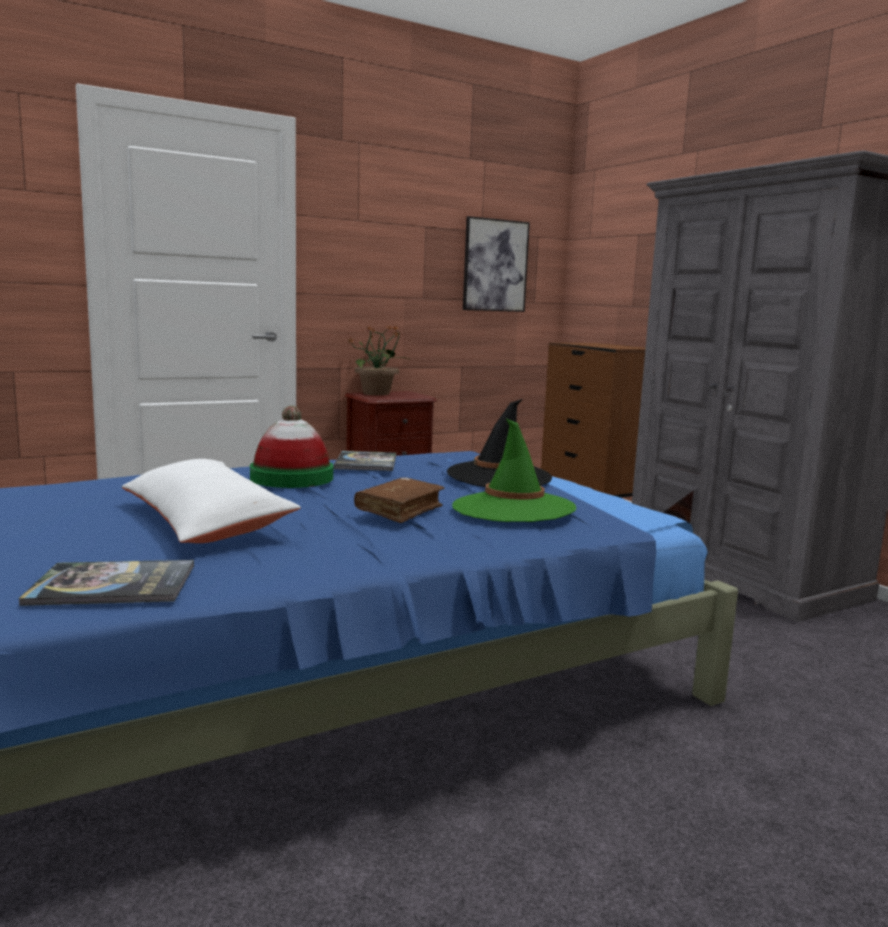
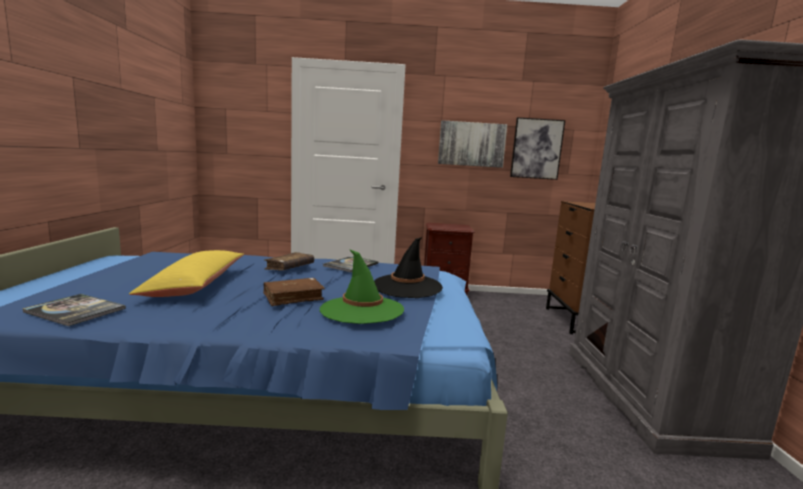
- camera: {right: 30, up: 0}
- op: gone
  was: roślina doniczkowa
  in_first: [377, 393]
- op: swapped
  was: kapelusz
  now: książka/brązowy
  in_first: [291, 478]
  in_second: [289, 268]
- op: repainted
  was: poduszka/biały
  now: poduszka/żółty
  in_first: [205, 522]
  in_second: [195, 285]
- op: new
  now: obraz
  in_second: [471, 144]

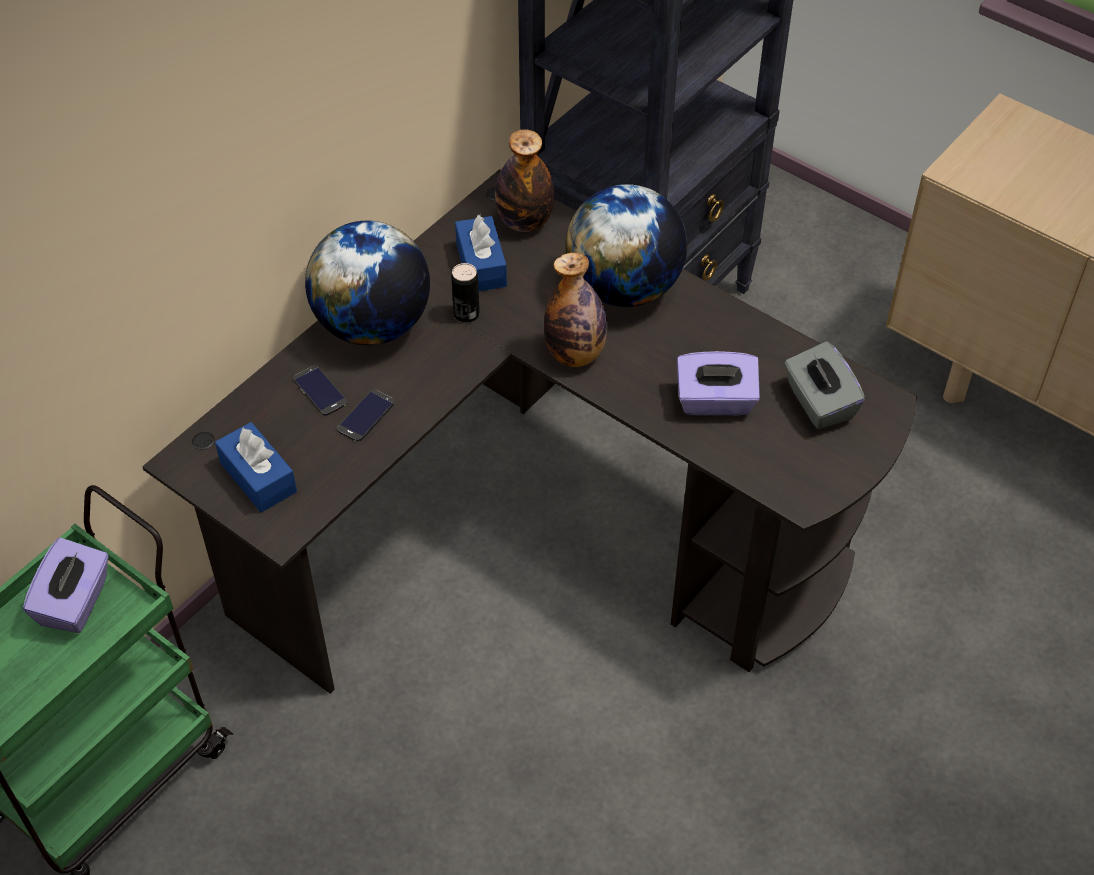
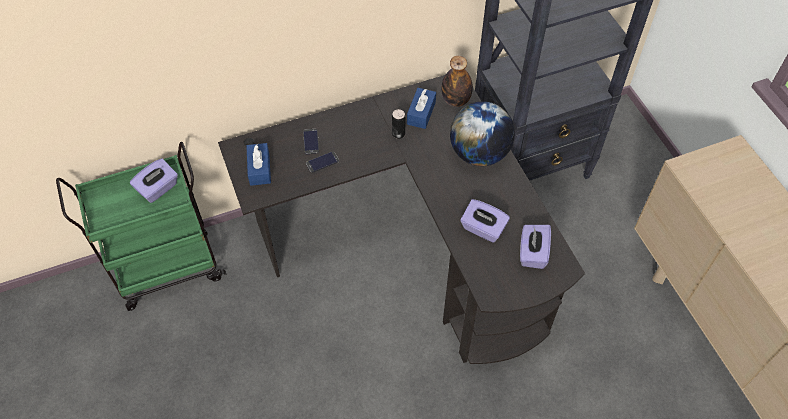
- camera: {right: 30, up: 5}
- op: gone
  was: globus
  in_first: [373, 325]
- op: gone
  was: butelka
  in_first: [575, 354]
- op: repainted
  was: pudełko chusteczek/szary
  now: pudełko chusteczek/fioletowy
  in_first: [819, 403]
  in_second: [532, 253]

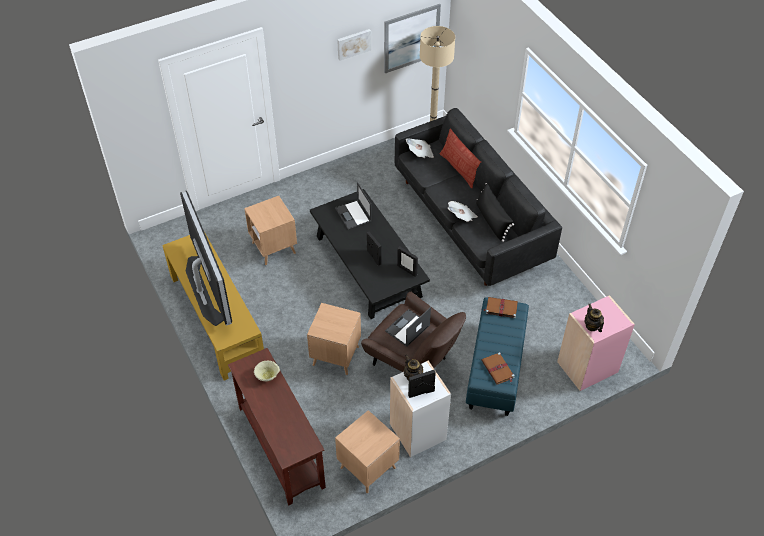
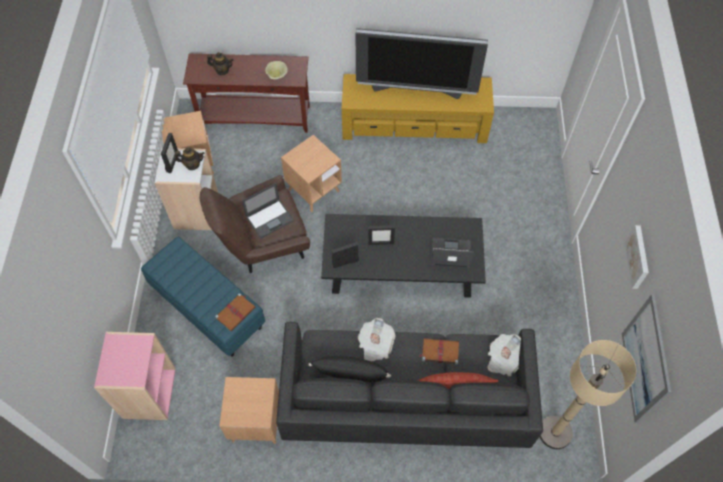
- camera: {right: 120, up: 10}
- op: shifted
  was: stolik/brązowy
  in_first: [273, 248]
  in_second: [256, 422]
- op: shifted
  was: imbryk
  in_first: [592, 326]
  in_second: [222, 70]
- op: rotated
  was: laptop
  in_first: [407, 328]
  in_second: [270, 218]
  clockwise: 75
- op: shifted
  was: książka/brązowy
  in_first: [498, 370]
  in_second: [439, 351]

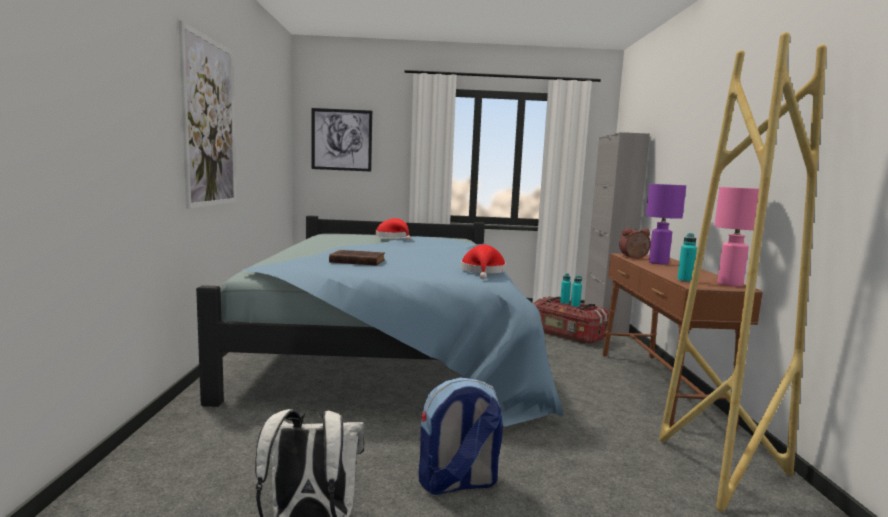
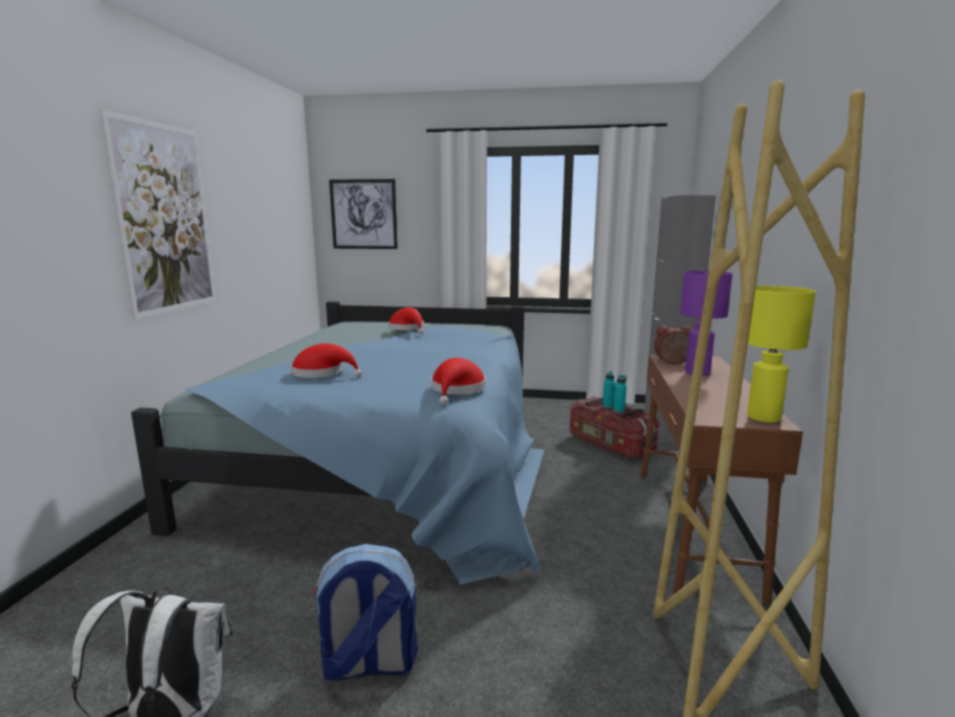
- camera: {right: 10, up: 5}
- op: repainted
  was: lampa stołowa/różowy
  now: lampa stołowa/żółty
  in_first: [730, 284]
  in_second: [764, 417]
- op: gone
  was: butelka/turkusowy
  in_first: [684, 281]
- op: swapped
  was: książka/brązowy
  now: kapelusz/czerwony
  in_first: [356, 261]
  in_second: [322, 373]

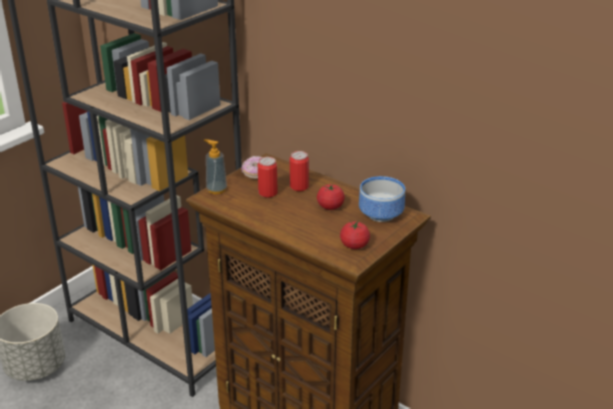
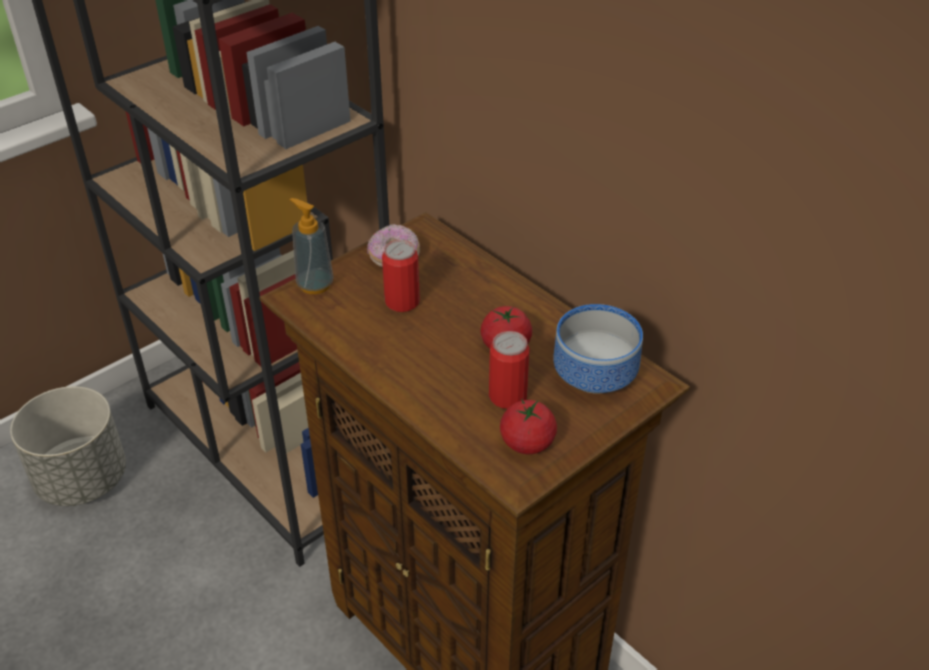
- camera: {right: 10, up: 10}
- op: shifted
  was: puszka
  in_first: [299, 186]
  in_second: [508, 396]

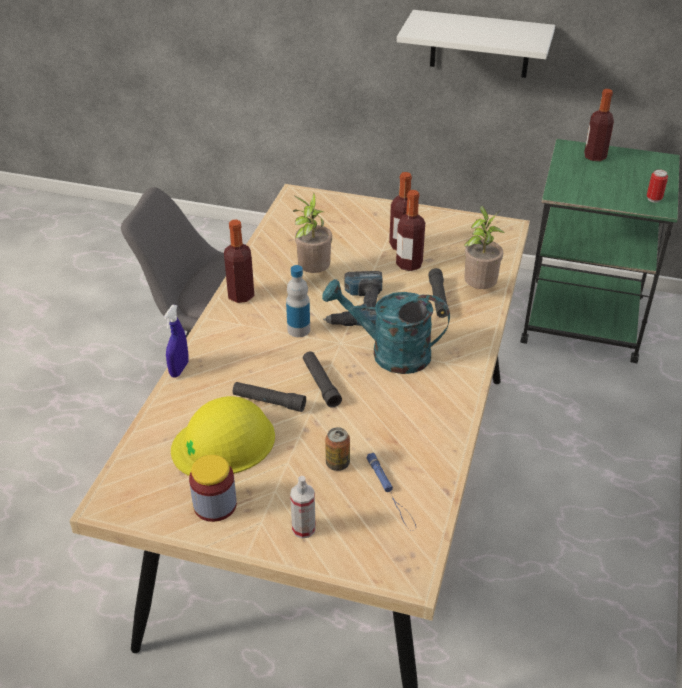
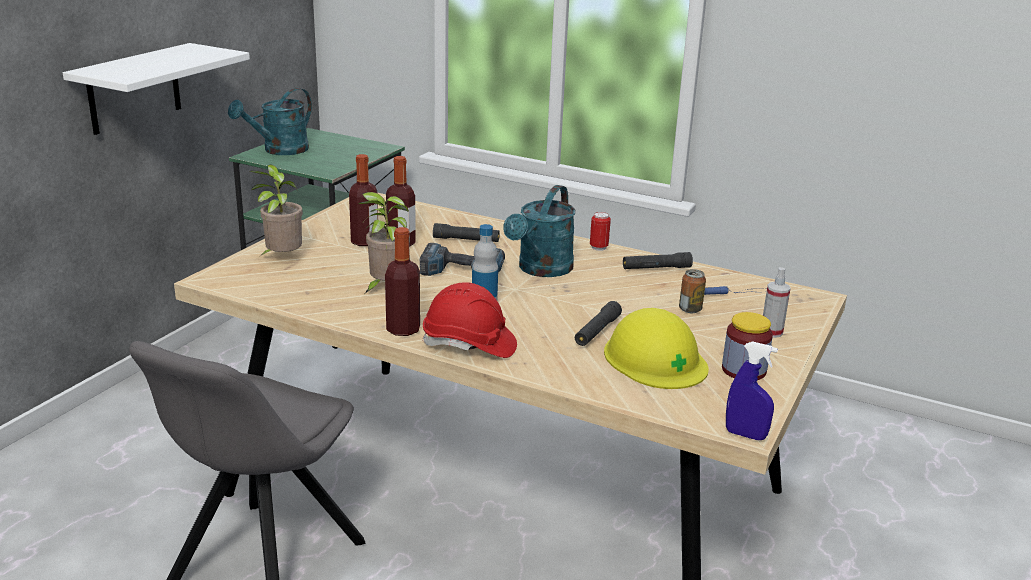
- camera: {right: -80, up: -15}
- op: swapped
  was: butelka
  now: konewka/turkusowy
  in_first: [594, 156]
  in_second: [279, 151]
- op: shifted
  was: puszka
  in_first: [654, 199]
  in_second: [598, 247]
- op: shifted
  was: roślina doniczkowa
  in_first: [479, 289]
  in_second: [282, 259]
- op: shifted
  was: spryskiwacz/niebieski
  in_first: [179, 369]
  in_second: [745, 435]
- op: shifted
  was: latarka/czarny
  in_first: [321, 384]
  in_second: [656, 268]
- op: new
  now: kask/czerwony
  in_second: [469, 345]

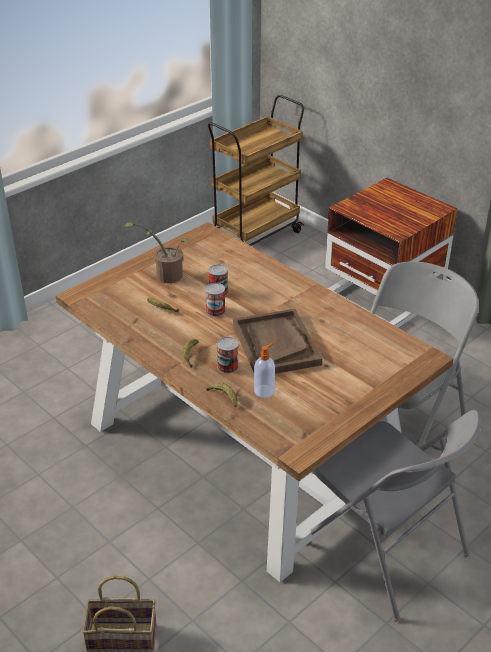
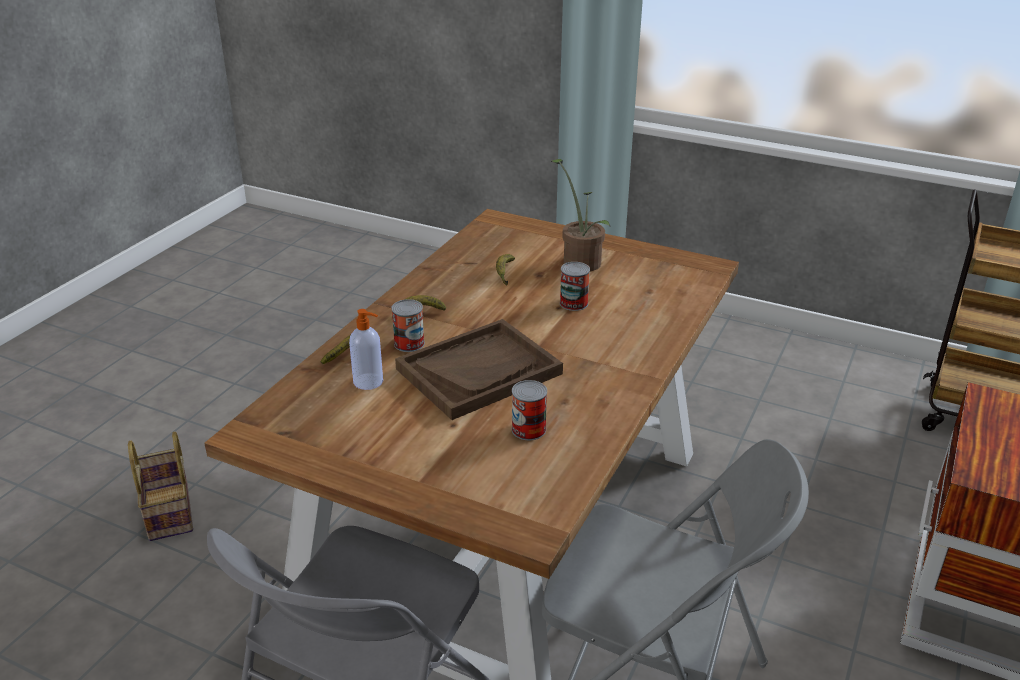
- camera: {right: 70, up: -5}
- op: shifted
  was: puszka
  in_first: [215, 310]
  in_second: [528, 429]

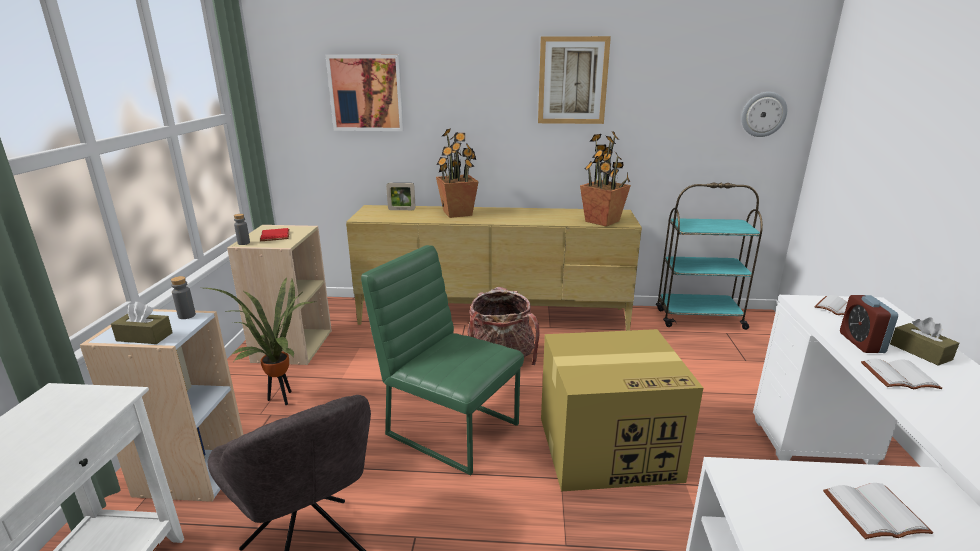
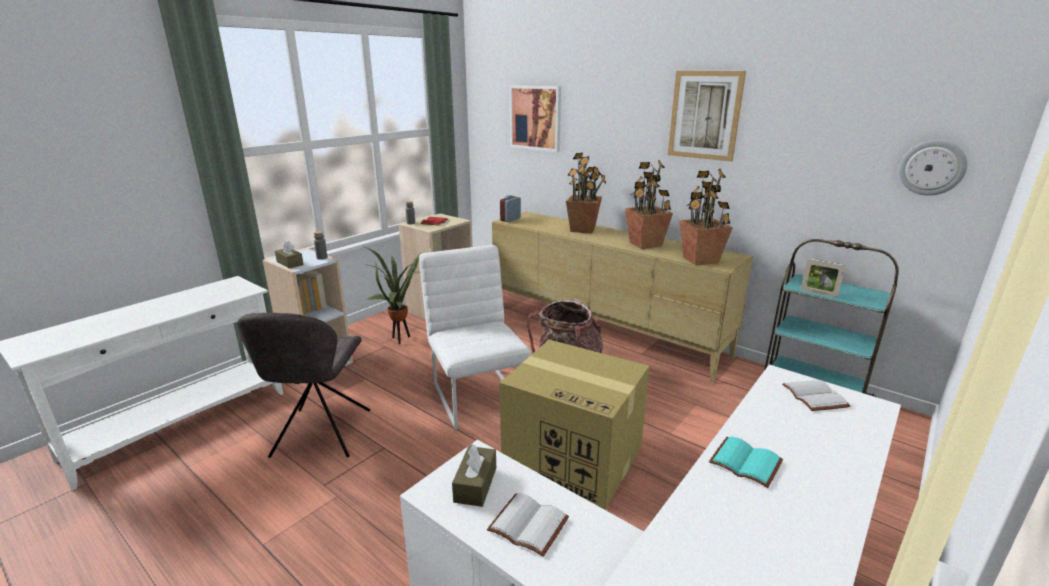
- camera: {right: 35, up: 0}
- op: shifted
  was: ramka na zdjęcie
  in_first: [401, 209]
  in_second: [818, 293]
- op: repainted
  was: krzesło/zielony
  now: krzesło/biały
  in_first: [450, 427]
  in_second: [477, 395]
- op: shifted
  was: budzik
  in_first: [861, 343]
  in_second: [510, 219]
- op: shifted
  was: pudełko chusteczek/brązowy
  in_first: [920, 352]
  in_second: [475, 484]
- op: repainted
  was: książka/biały
  now: książka/turkusowy
  in_first: [899, 375]
  in_second: [747, 462]
- op: new
  now: roślina doniczkowa
  in_second: [645, 244]

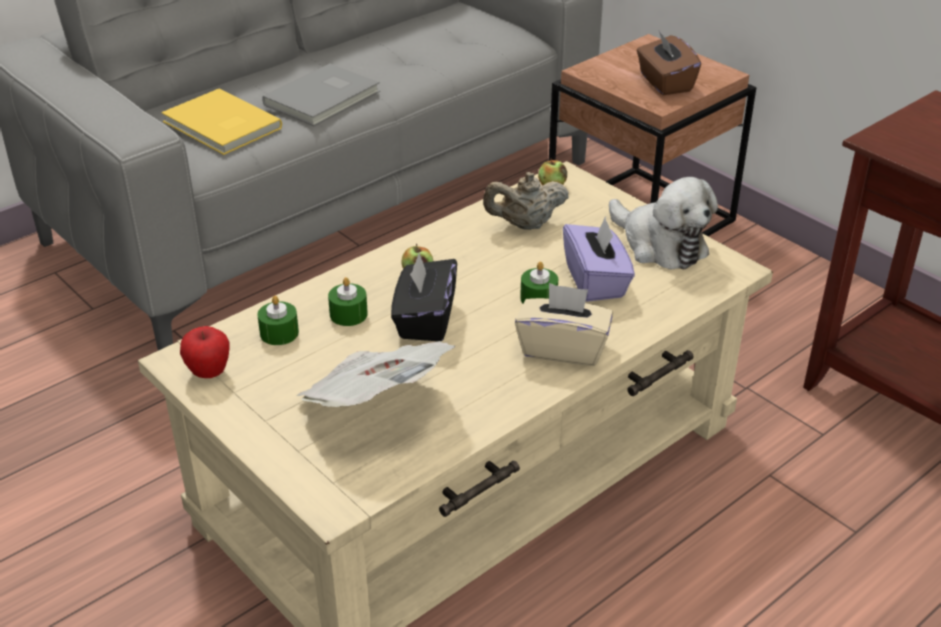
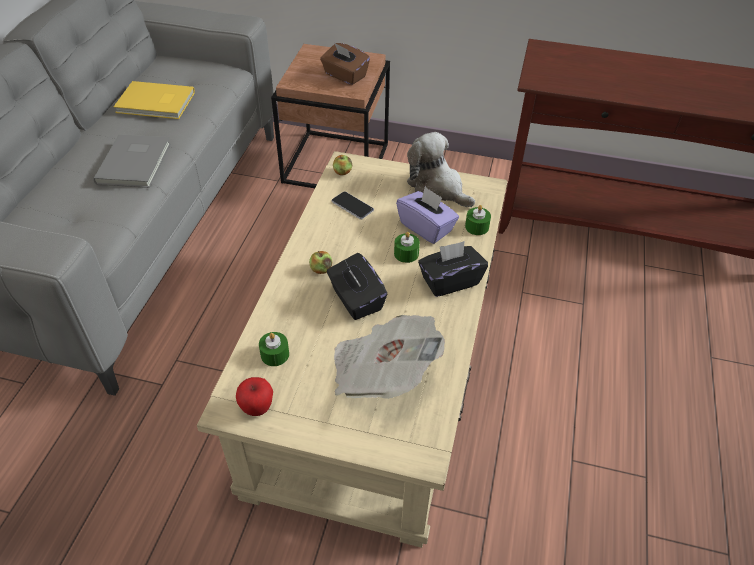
- camera: {right: -35, up: 10}
- op: shifted
  was: książka/żółty
  in_first: [221, 126]
  in_second: [156, 103]
- op: swapped
  was: imbryk/beżowy
  now: telefon
  in_first: [525, 225]
  in_second: [352, 206]
- op: rotated
  was: pluszak
  in_first: [660, 244]
  in_second: [437, 187]
  clockwise: -150
- op: shifted
  was: świeca/zielony
  in_first: [348, 314]
  in_second: [477, 227]
- op: repainted
  was: pudełko chusteczek/beżowy
  now: pudełko chusteczek/czarny
  in_first: [563, 348]
  in_second: [450, 281]

